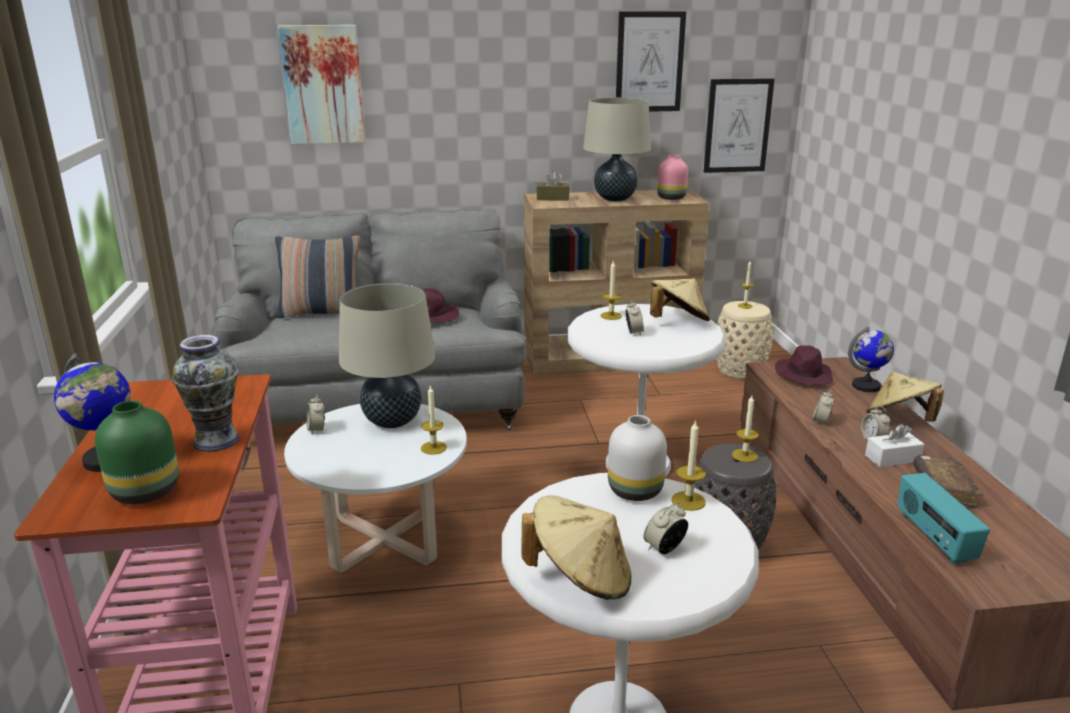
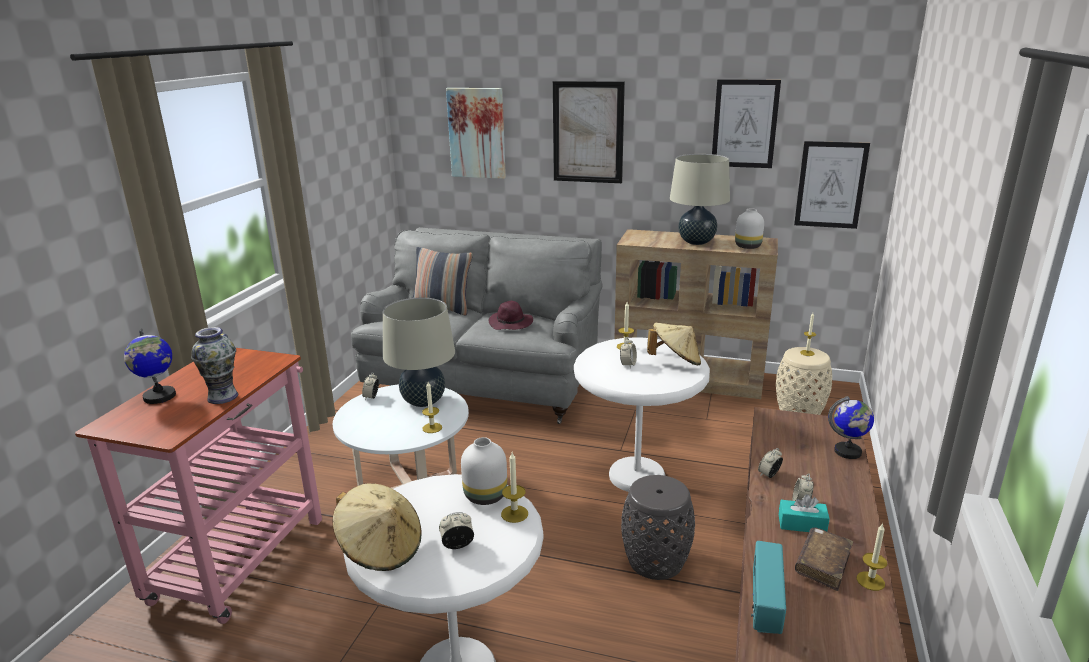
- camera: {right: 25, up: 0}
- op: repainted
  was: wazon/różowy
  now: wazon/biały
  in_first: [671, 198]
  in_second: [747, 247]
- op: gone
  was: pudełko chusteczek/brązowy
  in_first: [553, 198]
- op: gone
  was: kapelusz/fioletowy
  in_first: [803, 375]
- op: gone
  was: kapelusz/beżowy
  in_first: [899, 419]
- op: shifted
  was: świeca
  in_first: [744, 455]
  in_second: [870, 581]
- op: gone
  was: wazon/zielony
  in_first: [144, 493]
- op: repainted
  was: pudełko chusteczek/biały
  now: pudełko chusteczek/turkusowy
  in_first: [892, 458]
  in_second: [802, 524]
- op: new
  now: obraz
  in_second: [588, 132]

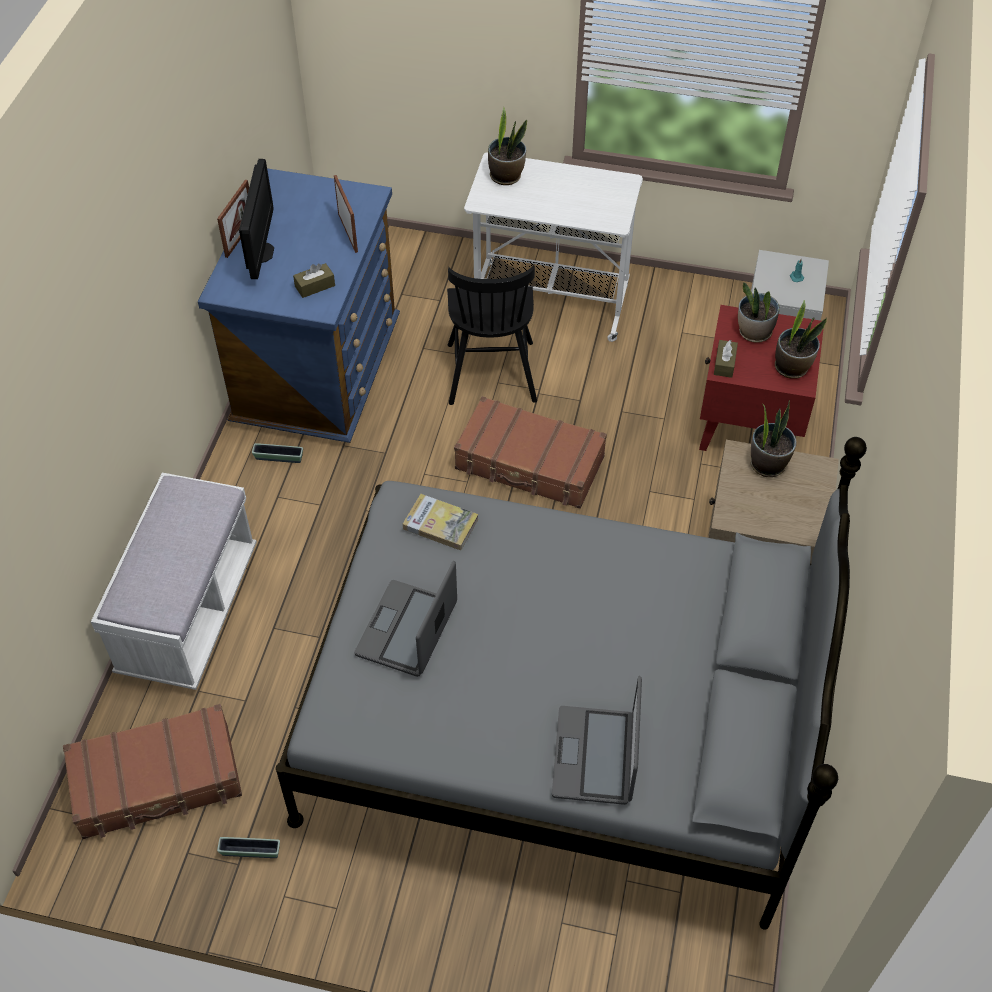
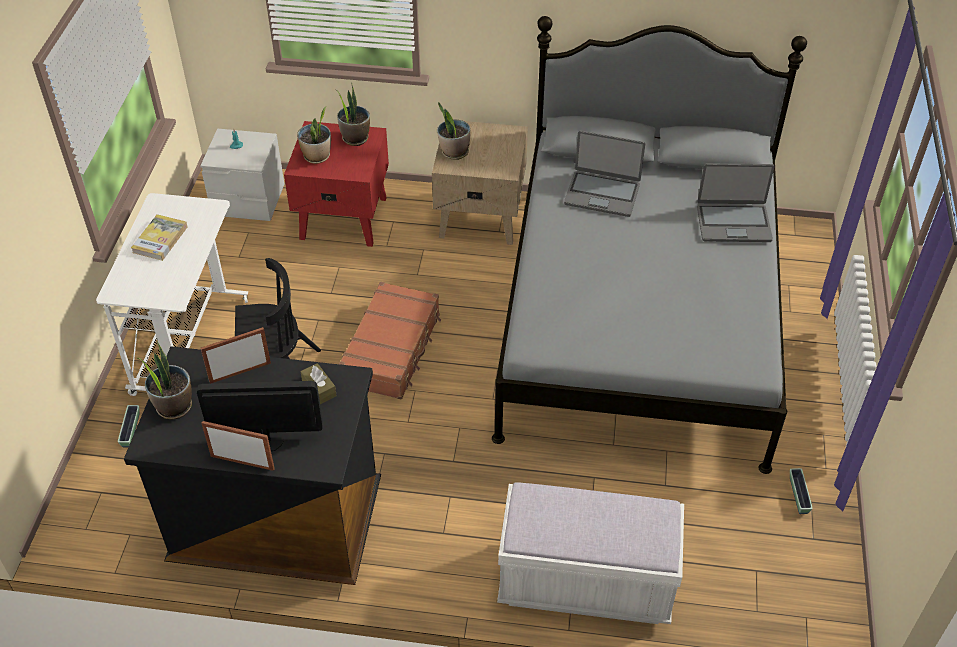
- camera: {right: -95, up: -5}
- op: shifted
  was: roślina doniczkowa
  in_first: [506, 176]
  in_second: [174, 406]
- op: repainted
  was: komoda/niebieski
  now: komoda/czarny
  in_first: [317, 370]
  in_second: [275, 523]
- op: gone
  was: pudełko chusteczek/brązowy
  in_first: [724, 363]
- op: shifted
  was: donica
  in_first: [279, 458]
  in_second: [131, 430]
- op: shifted
  was: książka
  in_first: [440, 524]
  in_second: [160, 239]
- op: shifted
  was: laptop
  in_first: [408, 630]
  in_second: [602, 194]
- op: gone
  was: walizka/brązowy
  in_first: [157, 781]

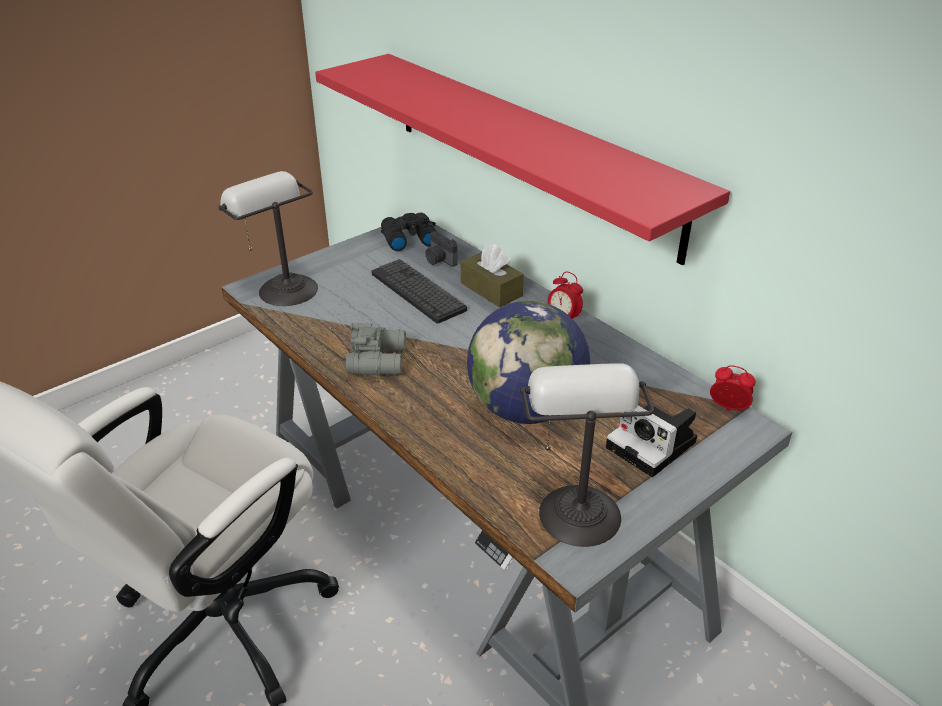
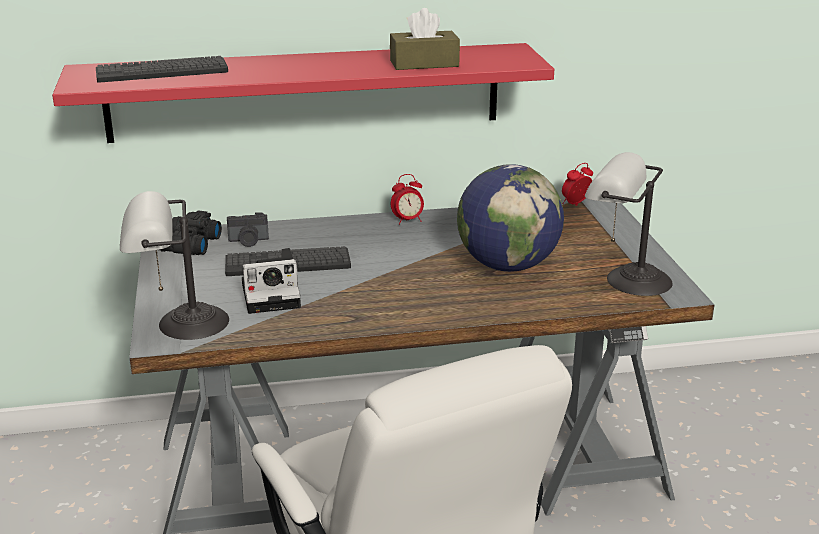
- camera: {right: -60, up: -10}
- op: shifted
  was: pudełko chusteczek/brązowy
  in_first: [491, 289]
  in_second: [424, 63]
- op: gone
  was: lornetka/szary
  in_first: [379, 359]
- op: shifted
  was: aparat fotograficzny
  in_first: [654, 446]
  in_second: [273, 295]
- op: new
  now: klawiatura
  in_second: [162, 71]

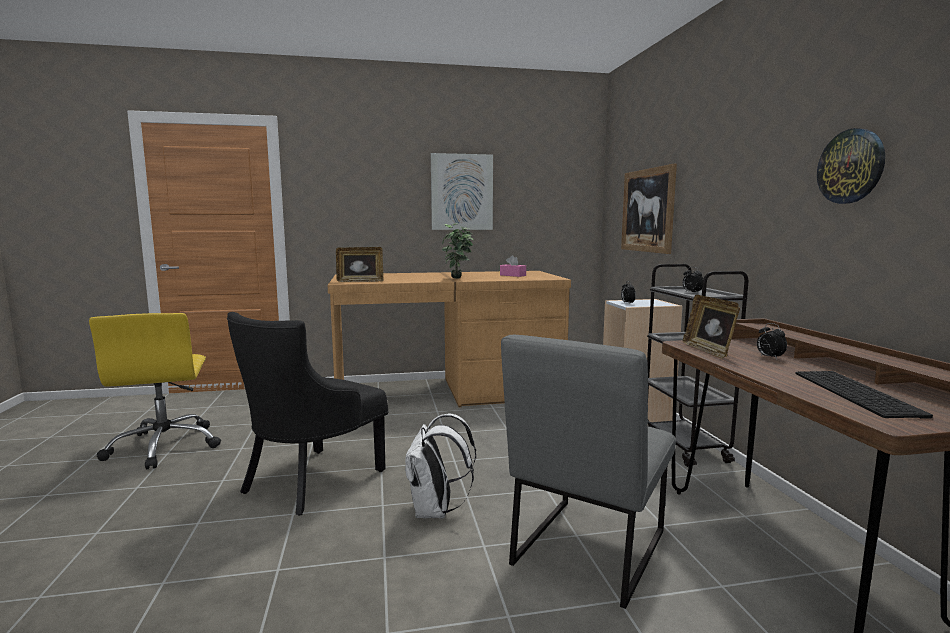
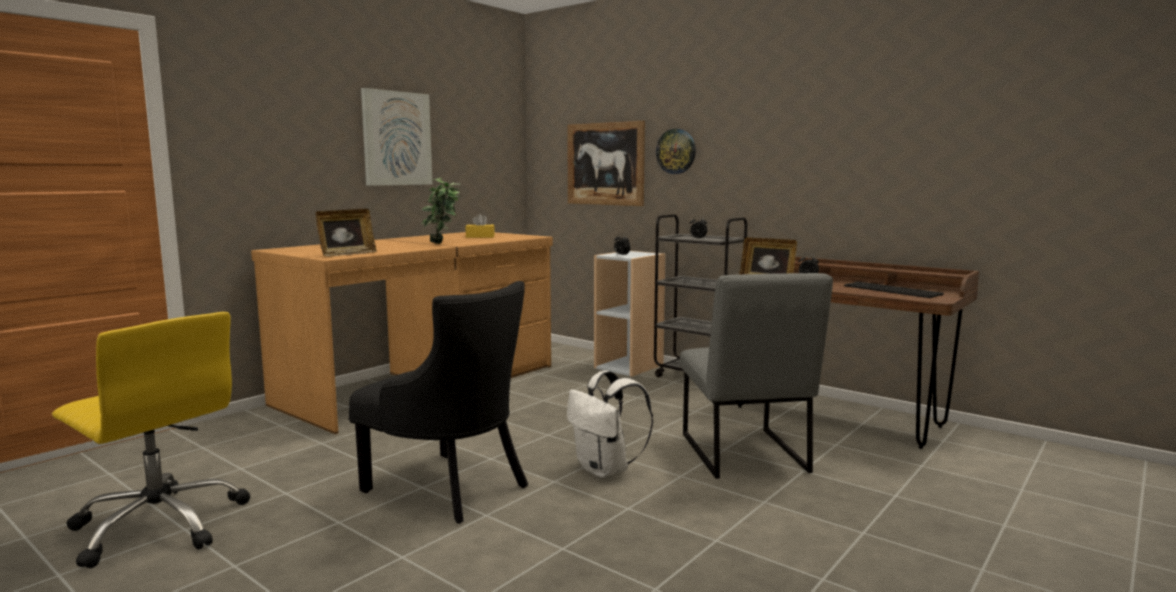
- camera: {right: -40, up: 0}
- op: shifted
  was: zegar ścienny
  in_first: [851, 166]
  in_second: [676, 151]
- op: repainted
  was: pudełko chusteczek/różowy
  now: pudełko chusteczek/żółty
  in_first: [513, 275]
  in_second: [480, 237]
- op: rotated
  was: krzesło/czarny
  in_first: [314, 479]
  in_second: [446, 487]
  clockwise: -45

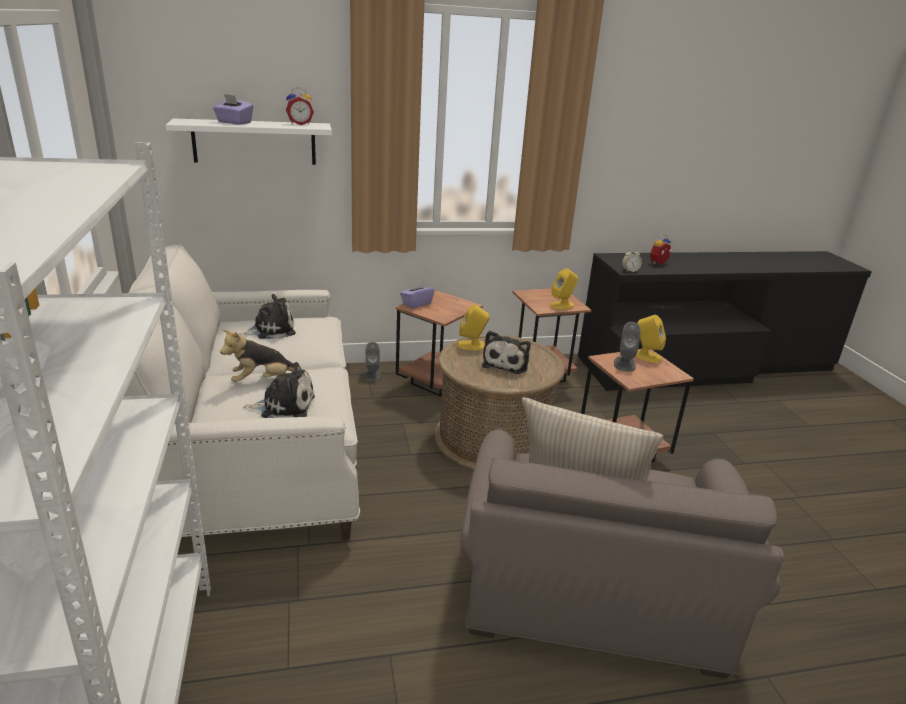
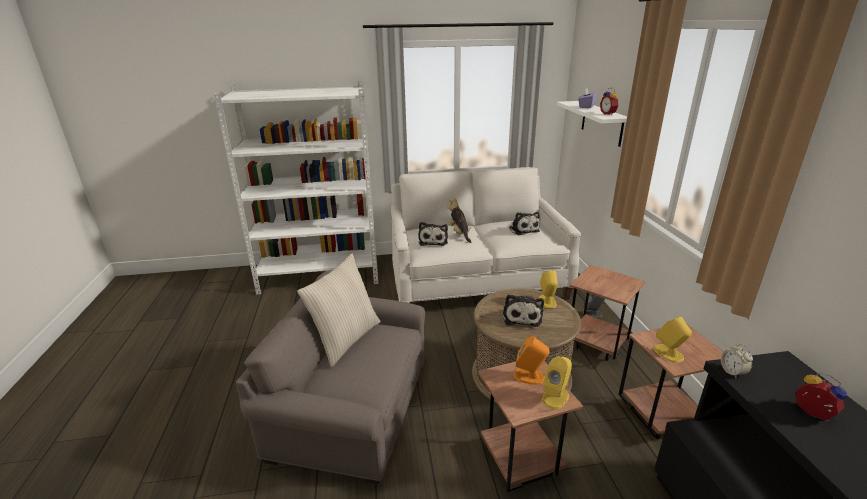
- camera: {right: 95, up: 0}
- op: gone
  was: pudełko chusteczek/fioletowy
  in_first: [416, 304]
- op: repainted
  was: głośnik/szary
  now: głośnik/pomarańczowy
  in_first: [624, 364]
  in_second: [529, 376]
- op: rotated
  was: pluszak
  in_first: [506, 363]
  in_second: [521, 317]
  clockwise: -105

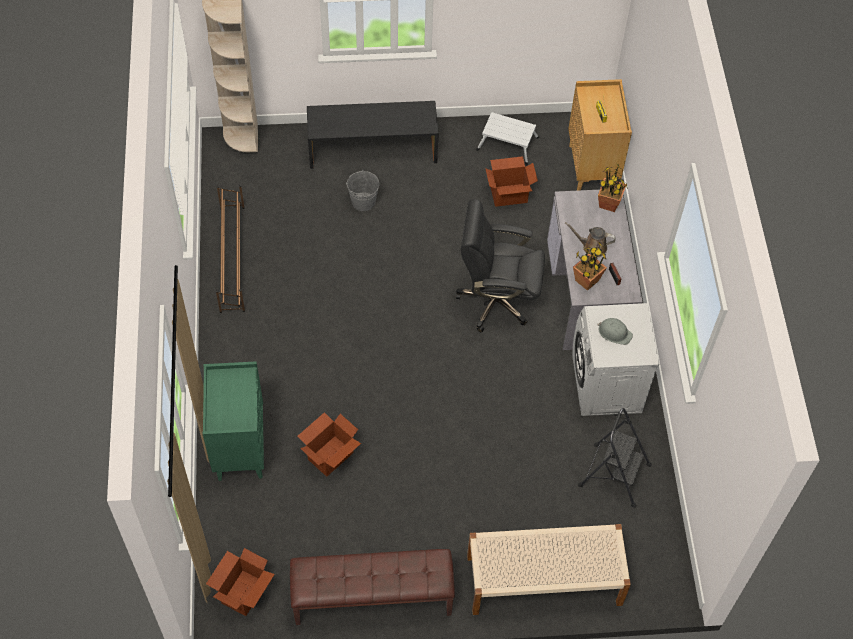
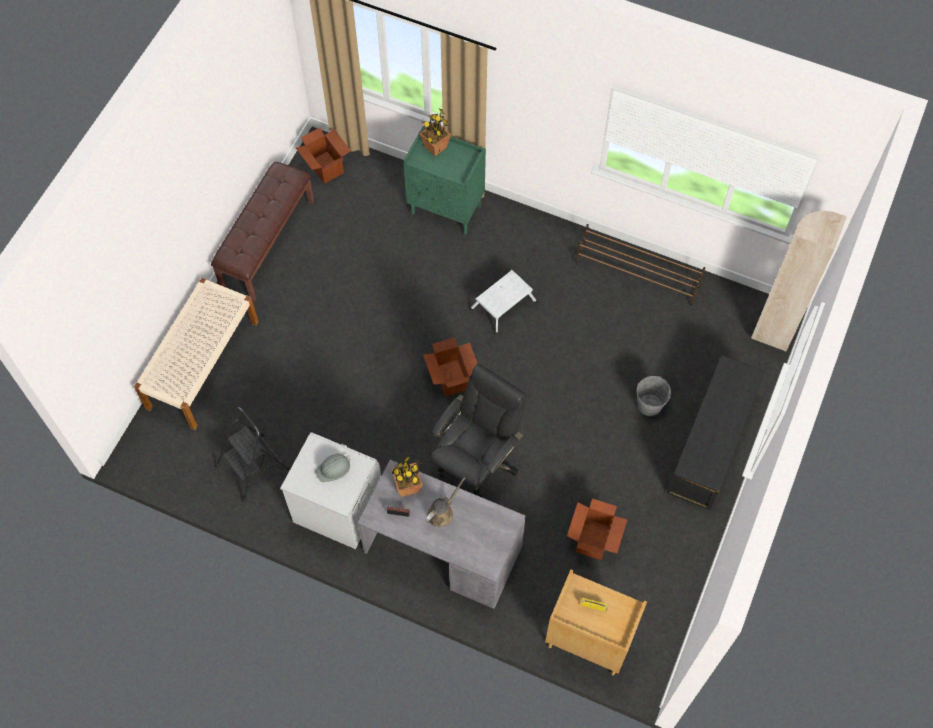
- camera: {right: 120, up: 5}
- op: shifted
  was: drabinka/biały
  in_first: [508, 143]
  in_second: [503, 305]
- op: shifted
  was: roślina doniczkowa
  in_first: [609, 204]
  in_second: [435, 147]
- op: shifted
  was: karton
  in_first: [330, 455]
  in_second: [452, 378]

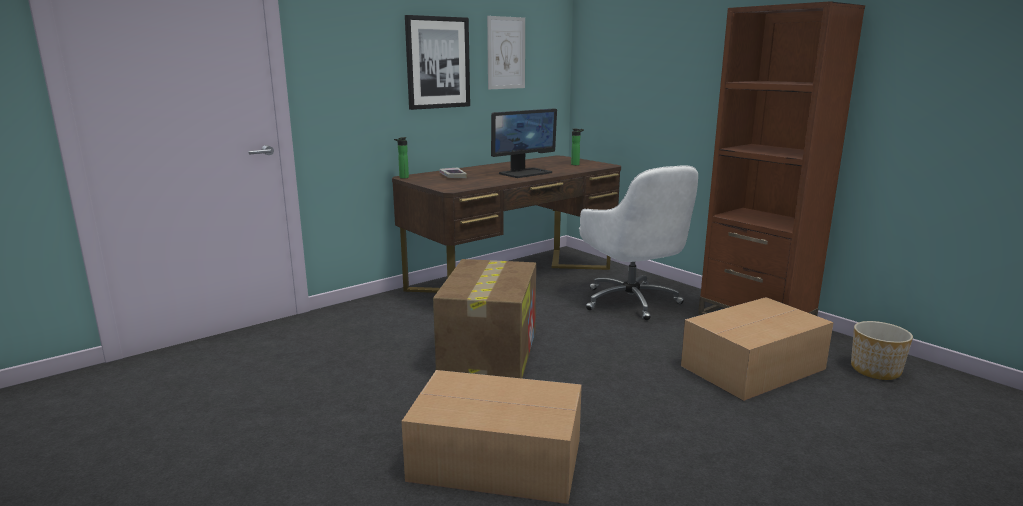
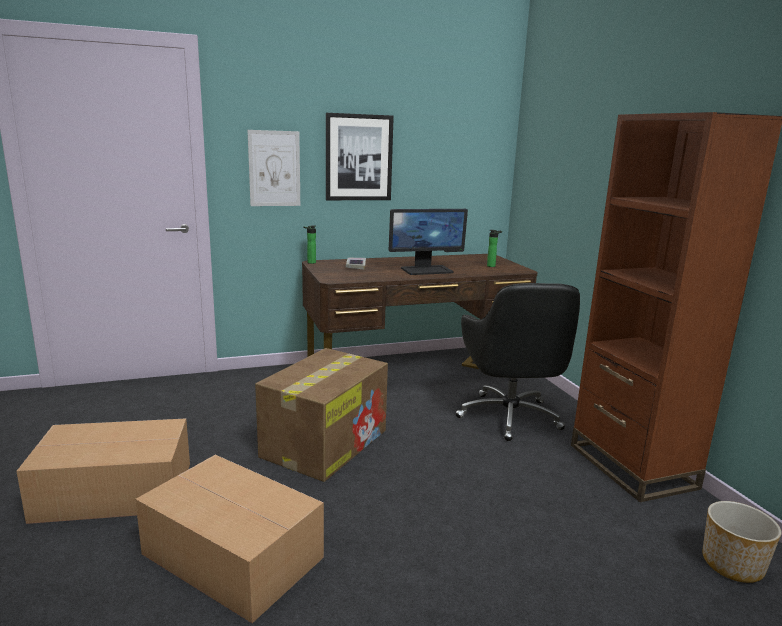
- camera: {right: 20, up: 0}
- op: shifted
  was: obraz
  in_first: [506, 53]
  in_second: [274, 168]
- op: repainted
  was: krzesło biurowe/biały
  now: krzesło biurowe/czarny
  in_first: [630, 302]
  in_second: [508, 416]
- op: shifted
  was: karton
  in_first: [755, 367]
  in_second: [117, 491]

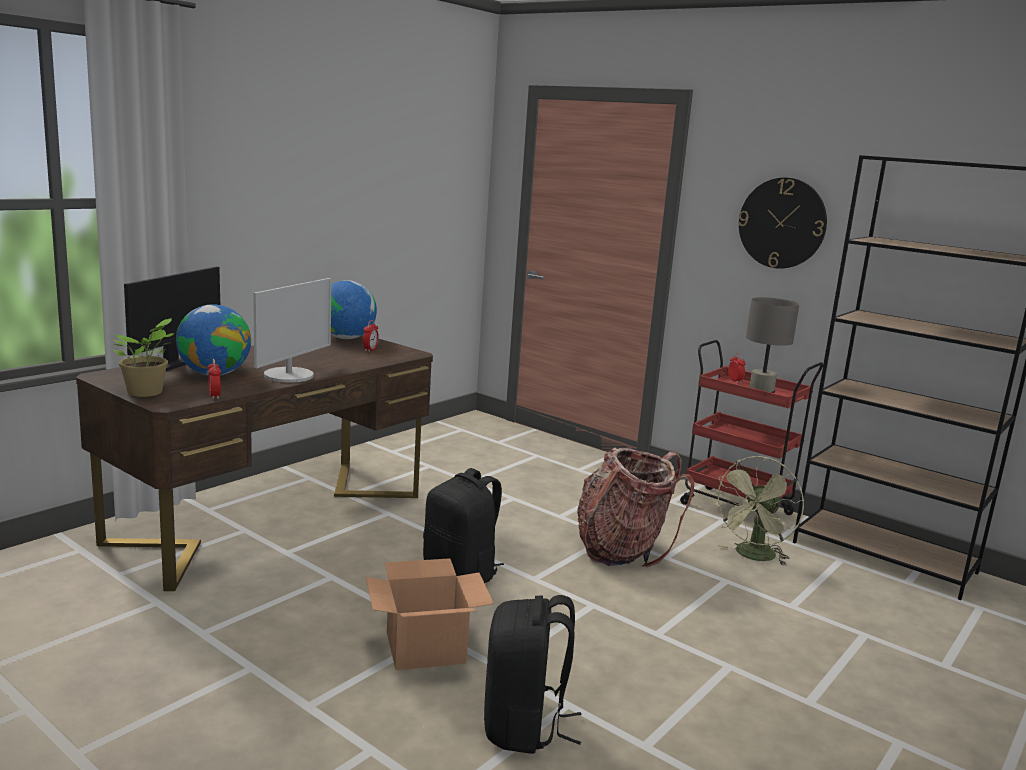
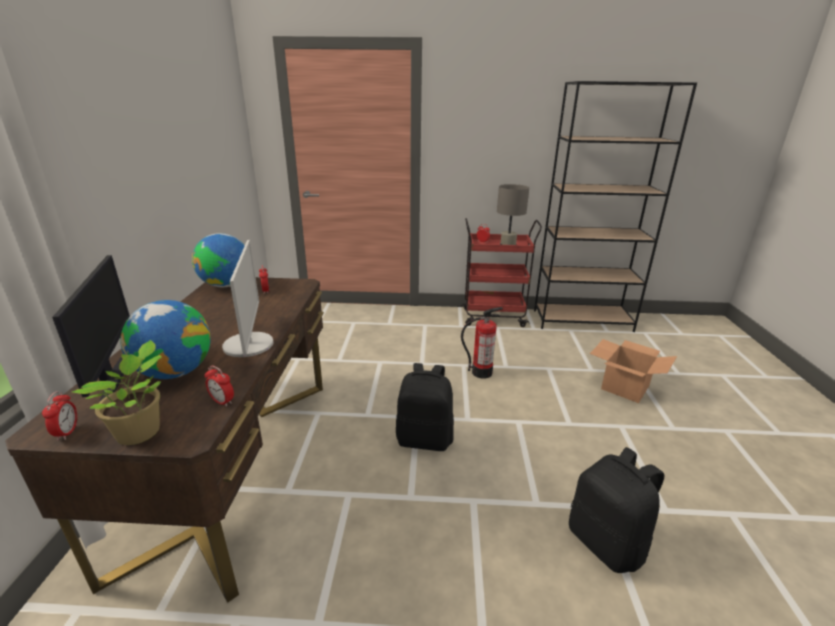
- camera: {right: -35, up: 10}
- op: gone
  was: zegar ścienny
  in_first: [782, 223]
- op: swapped
  was: plecak
  now: gaśnica
  in_first: [622, 550]
  in_second: [481, 372]
- op: gone
  was: wentylator/zielony
  in_first: [753, 557]
- op: shifted
  was: karton
  in_first: [424, 648]
  in_second: [625, 387]
- op: new
  now: budzik
  in_second: [67, 432]

